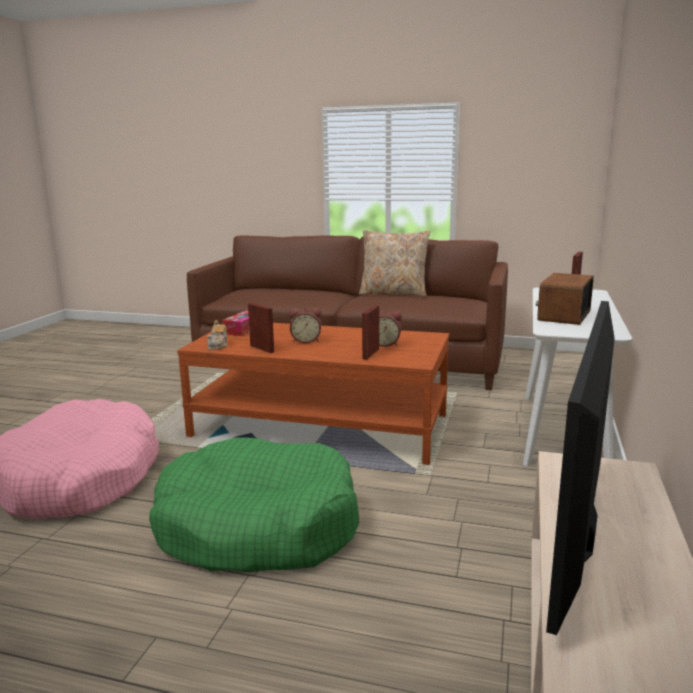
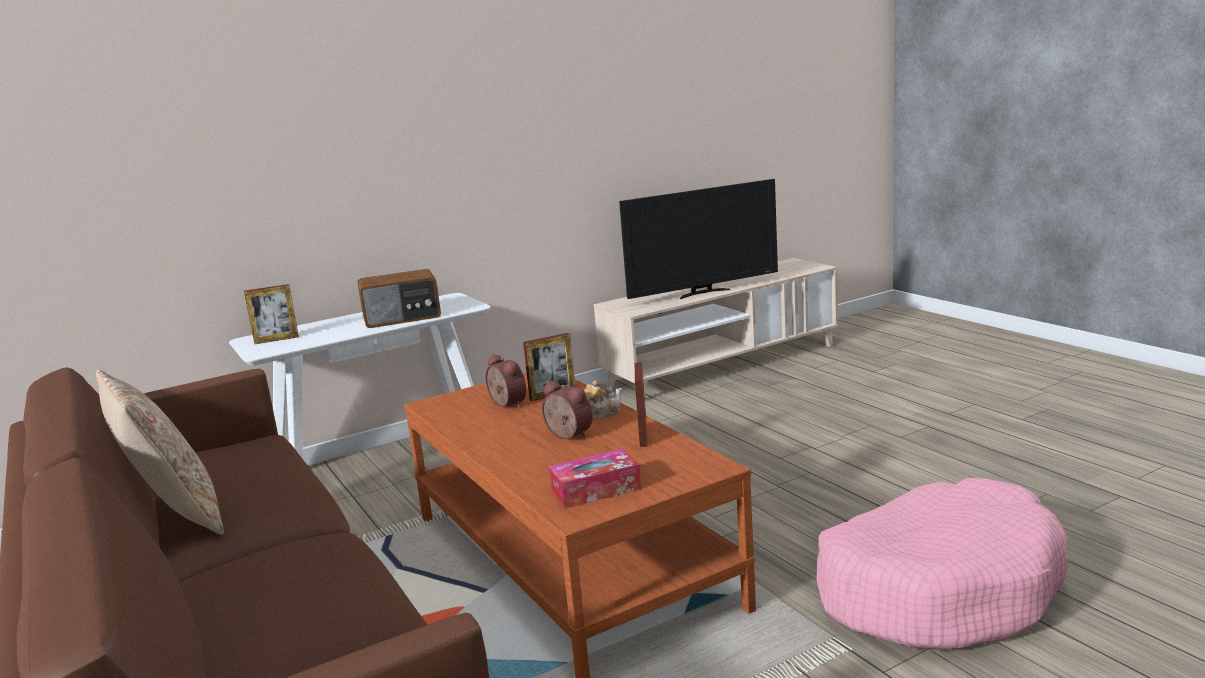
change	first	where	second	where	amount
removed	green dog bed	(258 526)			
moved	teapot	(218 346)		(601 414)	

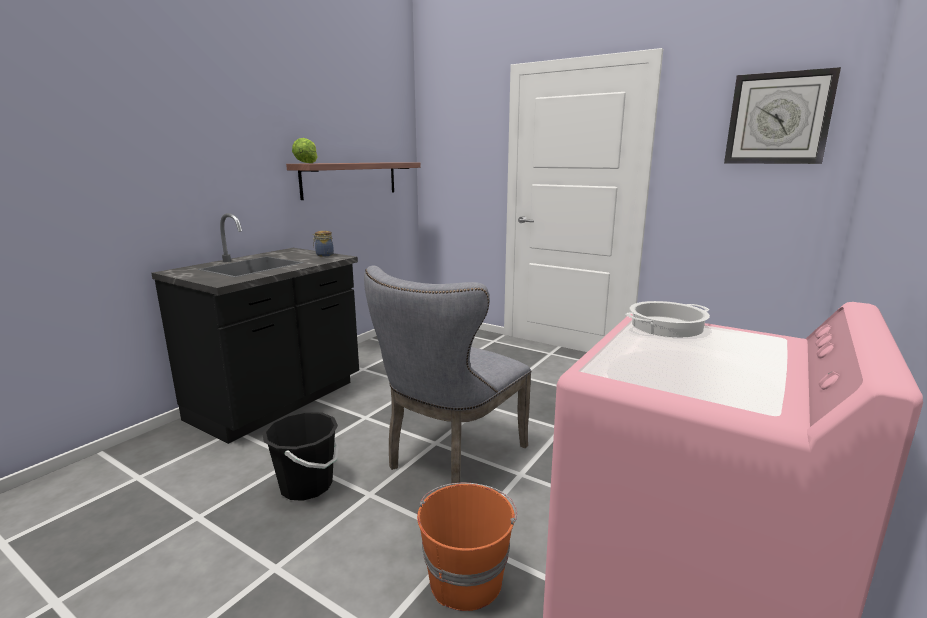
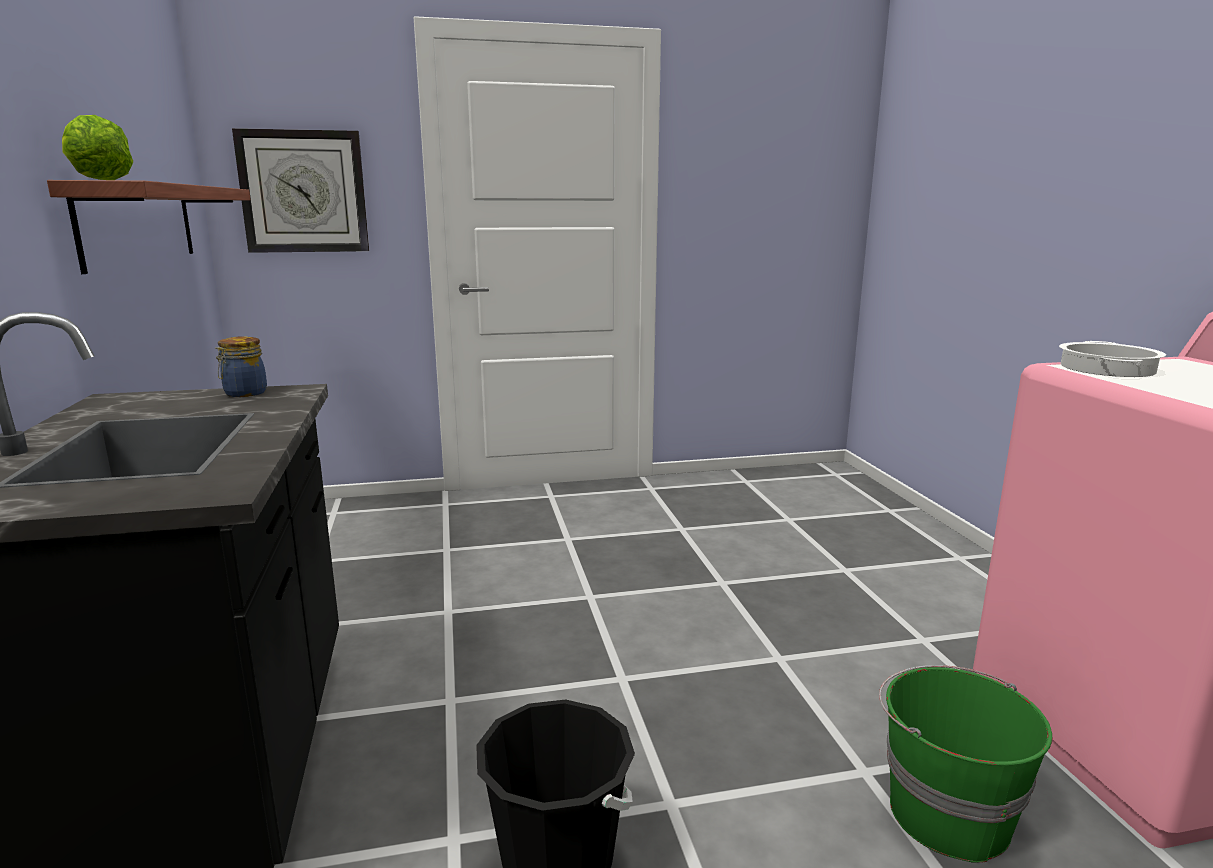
change	first	where	second	where	amount
removed	grey chair	(450 459)			
recoloured	orange bucket	(465 578)	green bucket	(946 813)	
moved	wall clock	(778 119)		(304 192)	

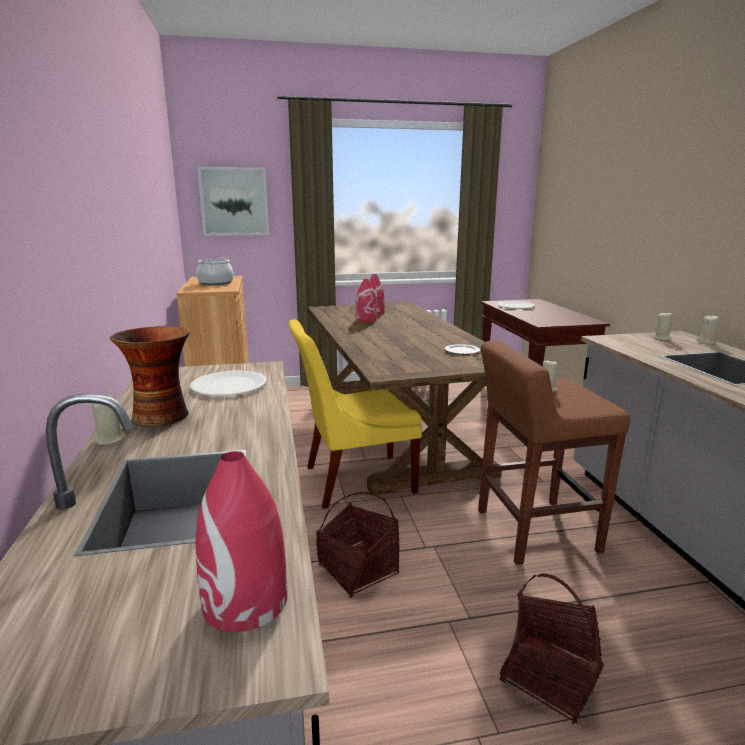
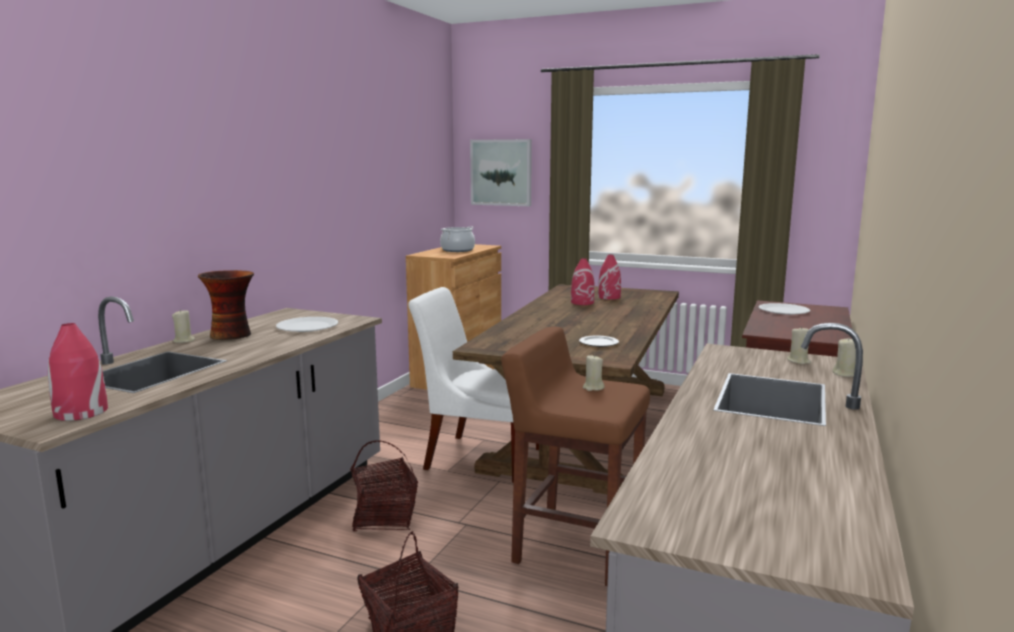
change	first	where	second	where	amount
recoloured	yellow chair	(354 480)	white chair	(479 457)	

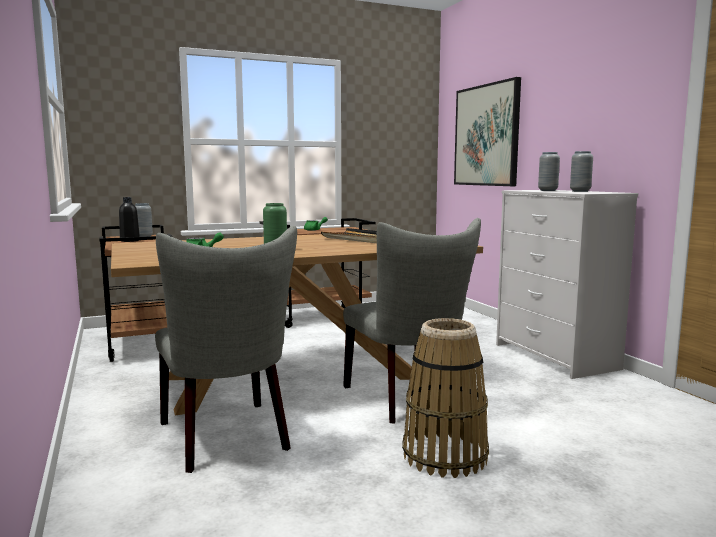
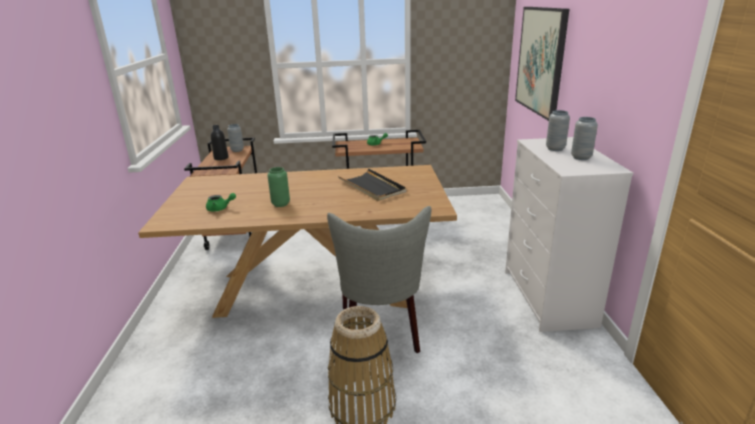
change	first	where	second	where	amount
removed	grey chair	(228 439)			

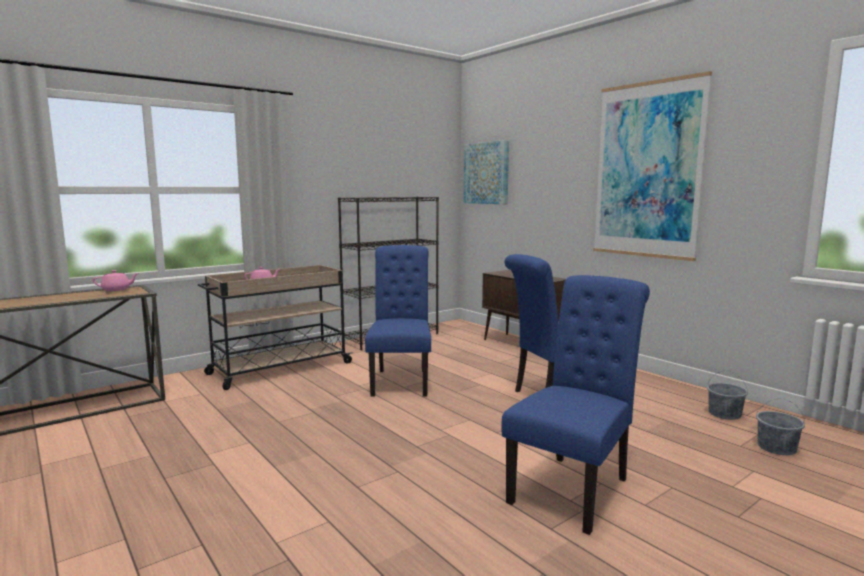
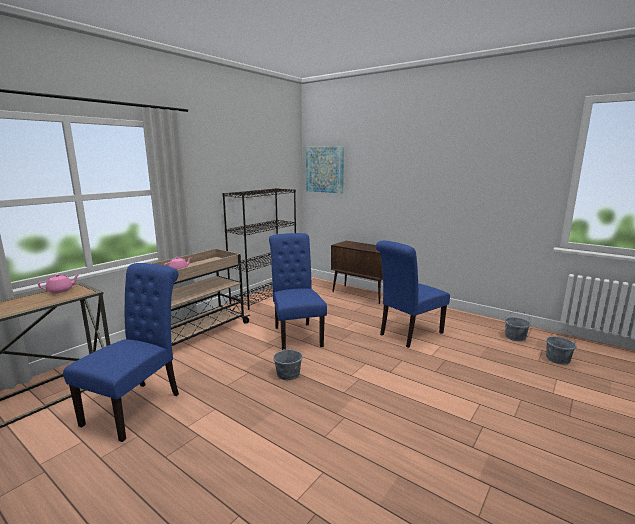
change	first	where	second	where	amount
moved	blue chair	(574 487)		(137 406)	
removed	picture	(647 170)			
added			grey bucket	(288 374)	

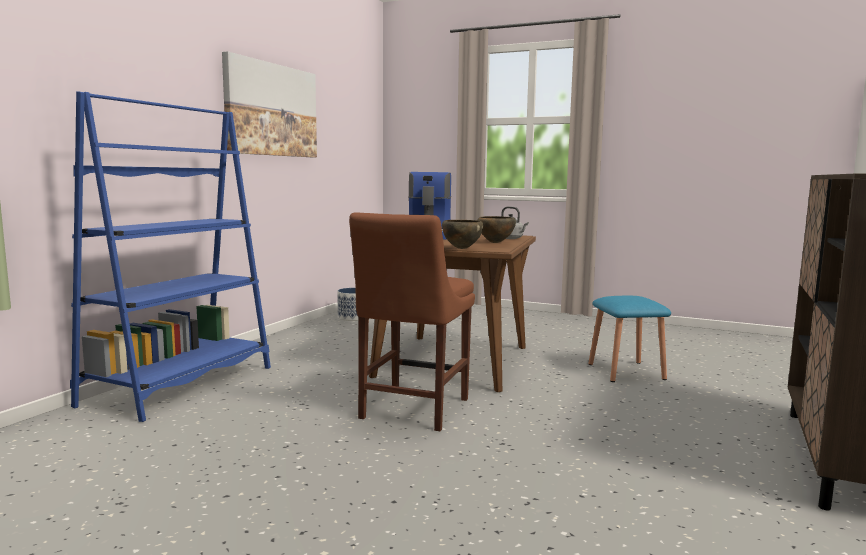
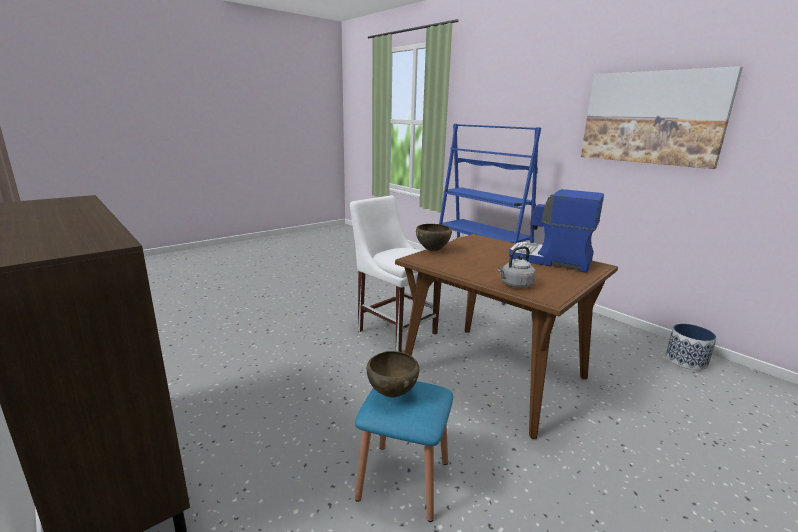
change	first	where	second	where	amount
recoloured	brown chair	(412 410)	white chair	(394 330)	
moved	brown bowl	(495 243)		(392 393)	

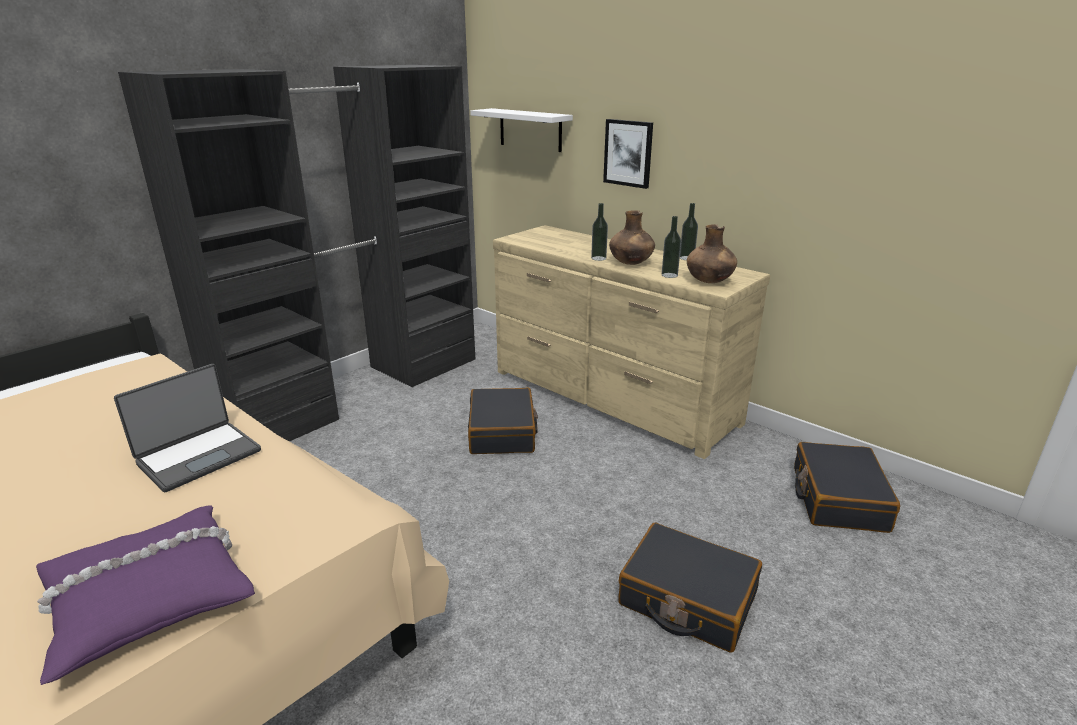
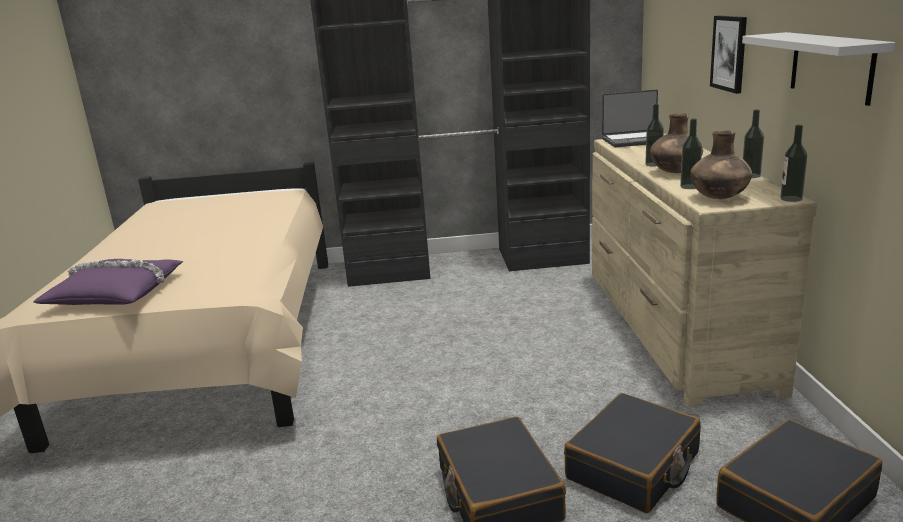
change	first	where	second	where	amount
moved	laptop	(198 456)		(635 140)	
moved	black suitcase	(502 432)		(633 466)	
moved	white shelf	(530 130)		(831 66)	
added			bottle	(791 198)	

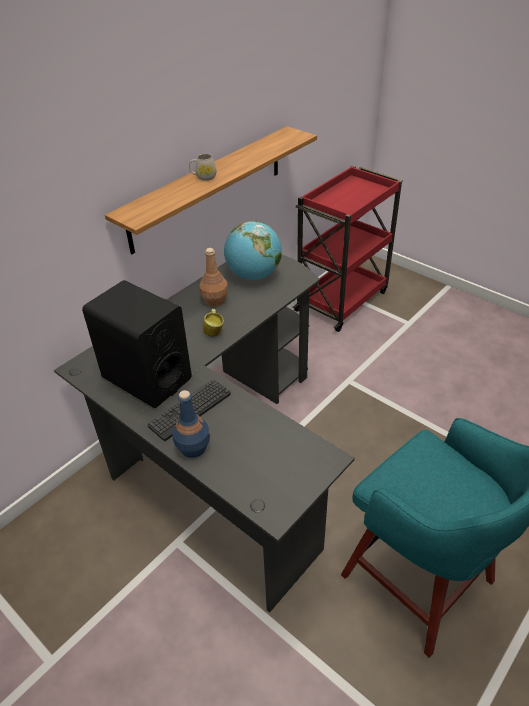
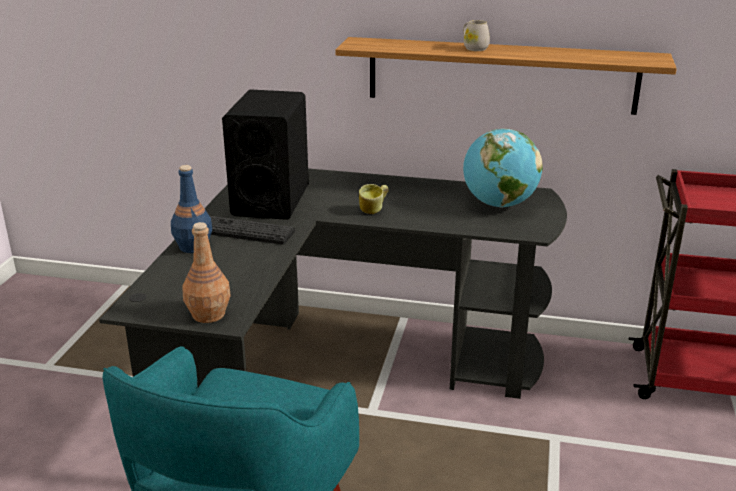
change	first	where	second	where	amount
moved	brown bottle	(214 300)		(208 314)	

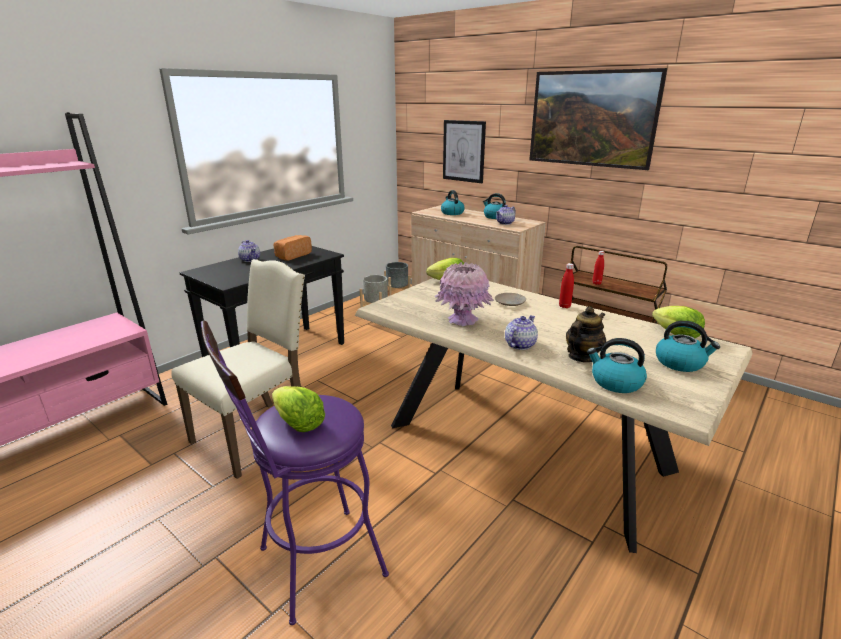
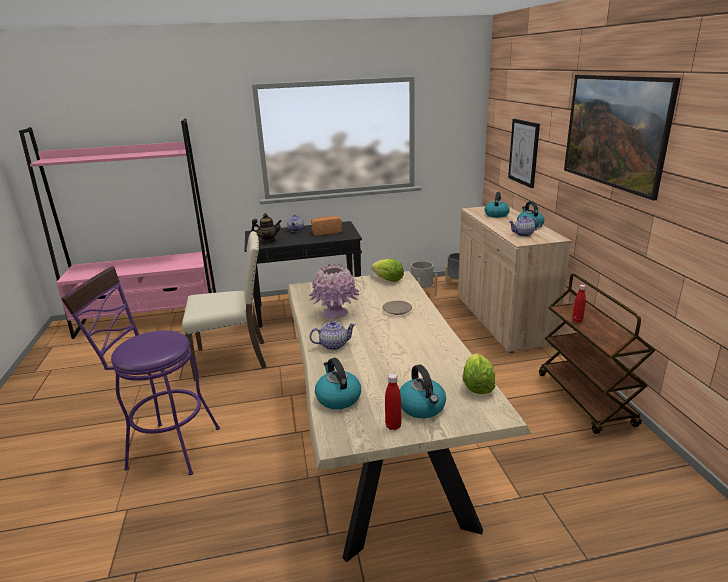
change	first	where	second	where	amount
removed	lettuce	(298 423)			
moved	red bottle	(564 306)		(393 426)	
moved	teapot	(582 357)		(268 241)	

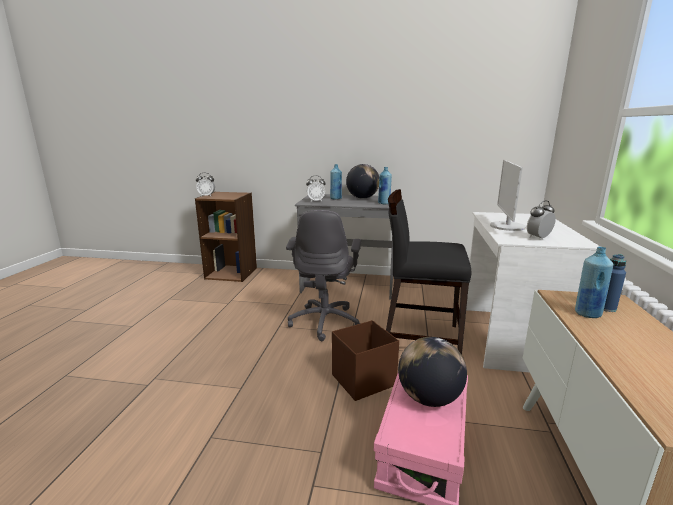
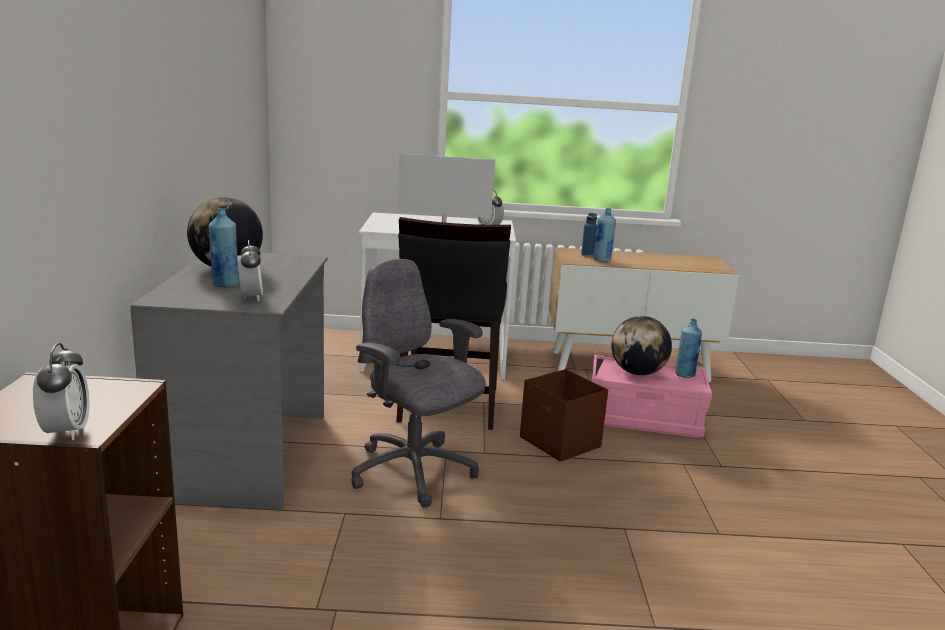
change	first	where	second	where	amount
turned	grey office chair	(325 321)		(413 473)	135 degrees counterclockwise
moved	blue bottle	(384 203)		(685 375)	

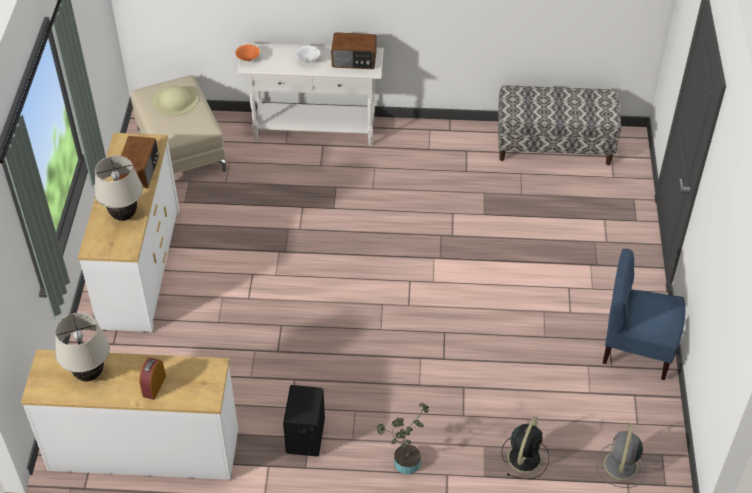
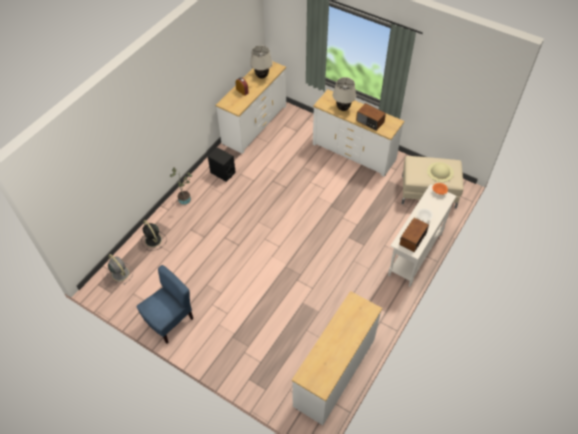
change	first	where	second	where	amount
replaced	bench	(554 146)	white dresser	(335 372)	

